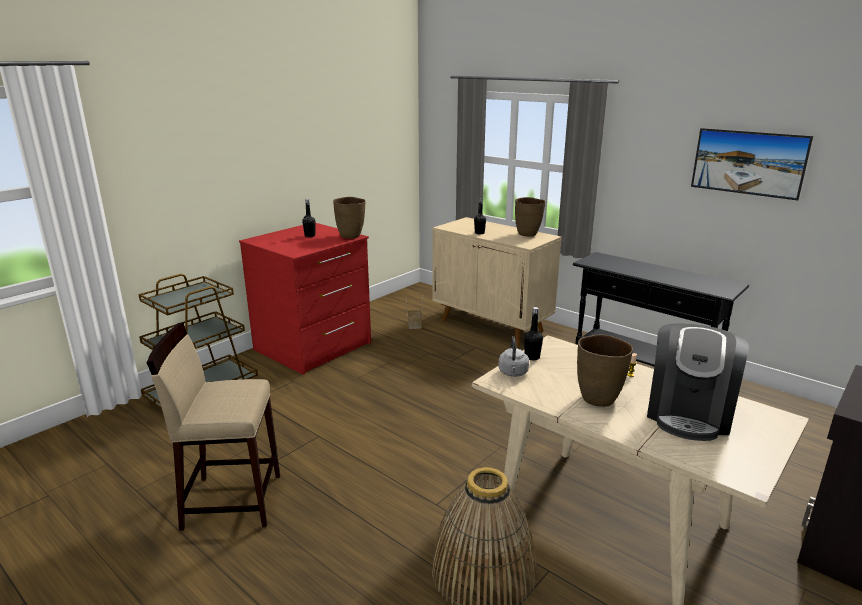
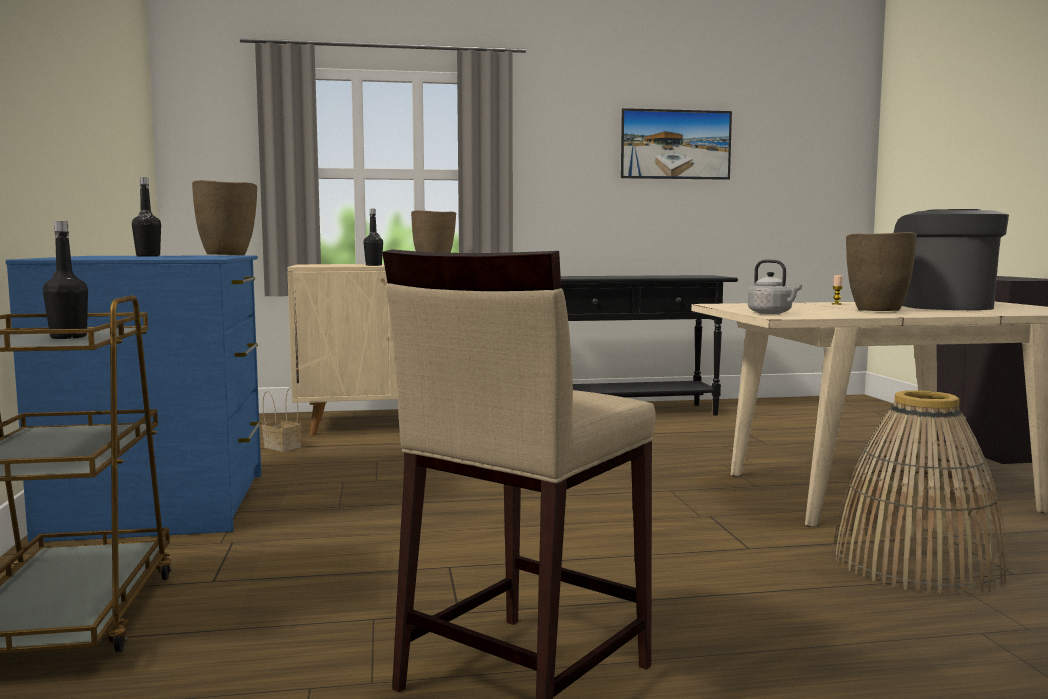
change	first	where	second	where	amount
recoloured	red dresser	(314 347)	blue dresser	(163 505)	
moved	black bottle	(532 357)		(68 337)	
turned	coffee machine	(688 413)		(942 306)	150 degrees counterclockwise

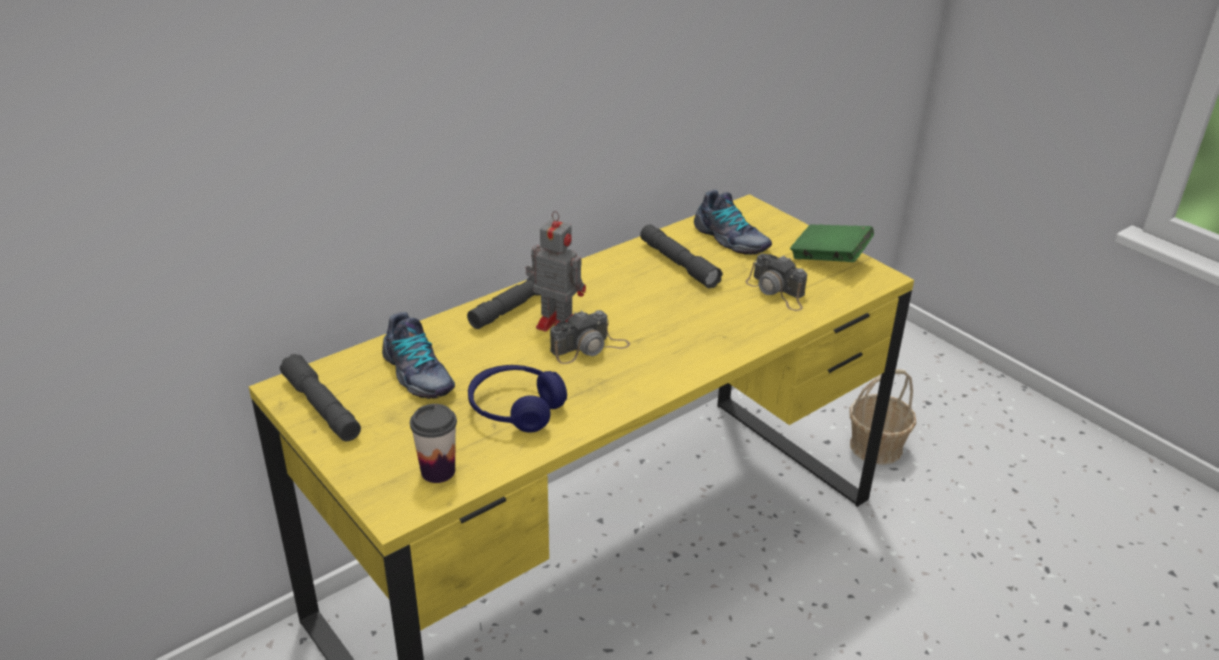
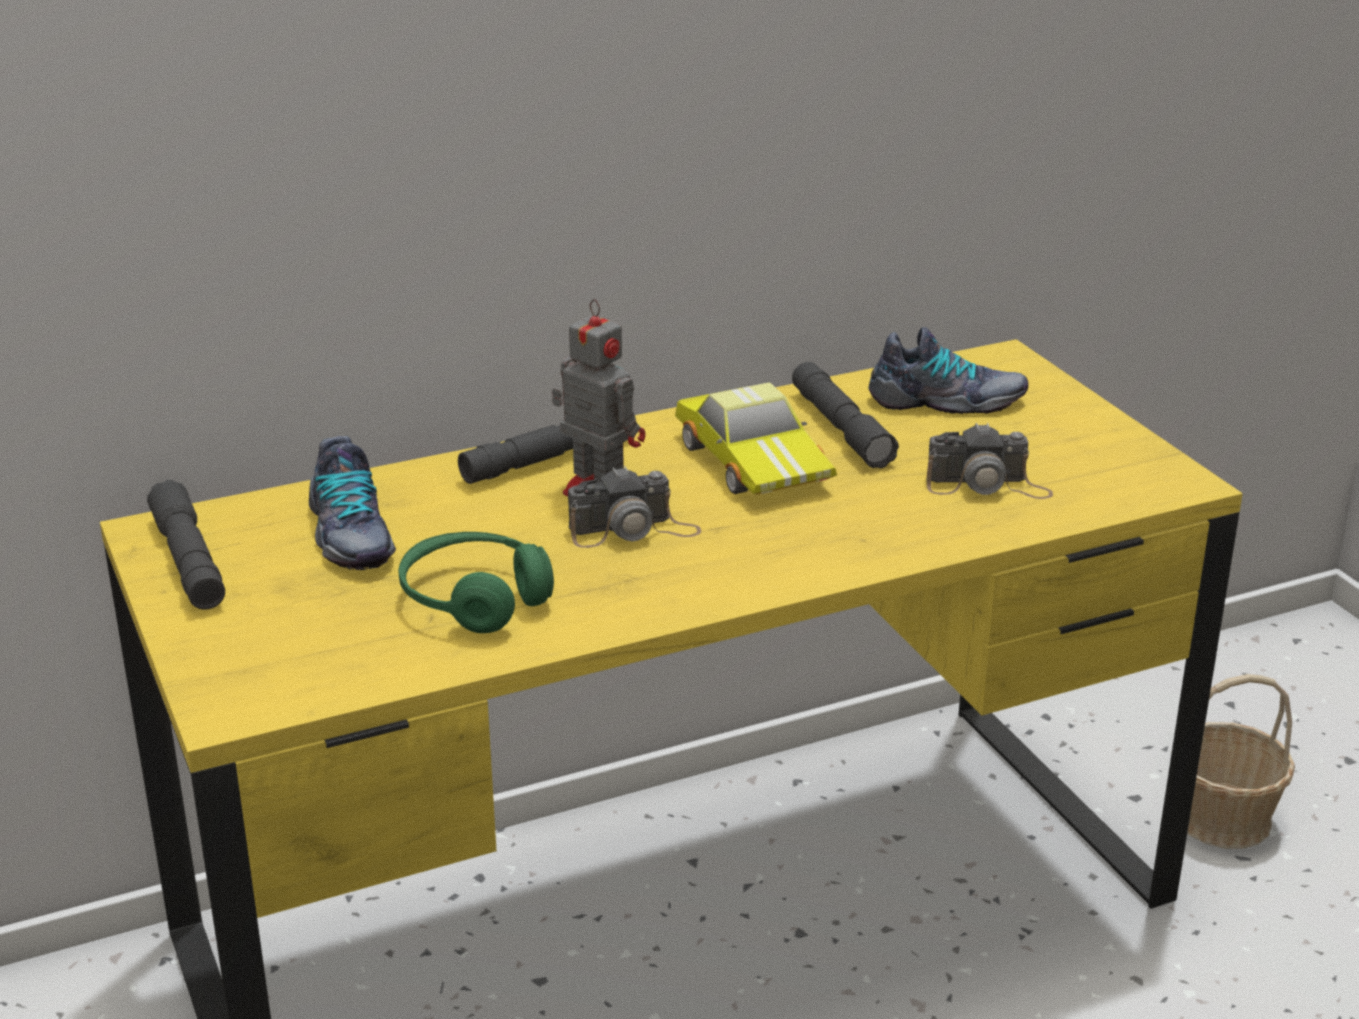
change	first	where	second	where	amount
removed	cup	(438 471)			
recoloured	blue headphones	(515 408)	green headphones	(475 599)	
turned	shoe	(730 239)		(947 402)	60 degrees counterclockwise
turned	photo camera	(777 292)		(987 485)	60 degrees counterclockwise
removed	green book	(829 259)			
added			toy car	(755 460)	

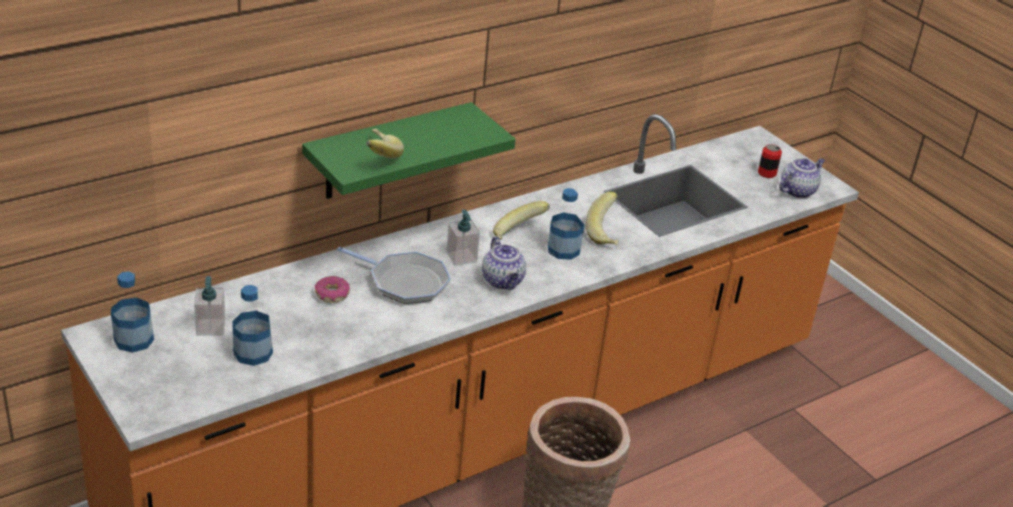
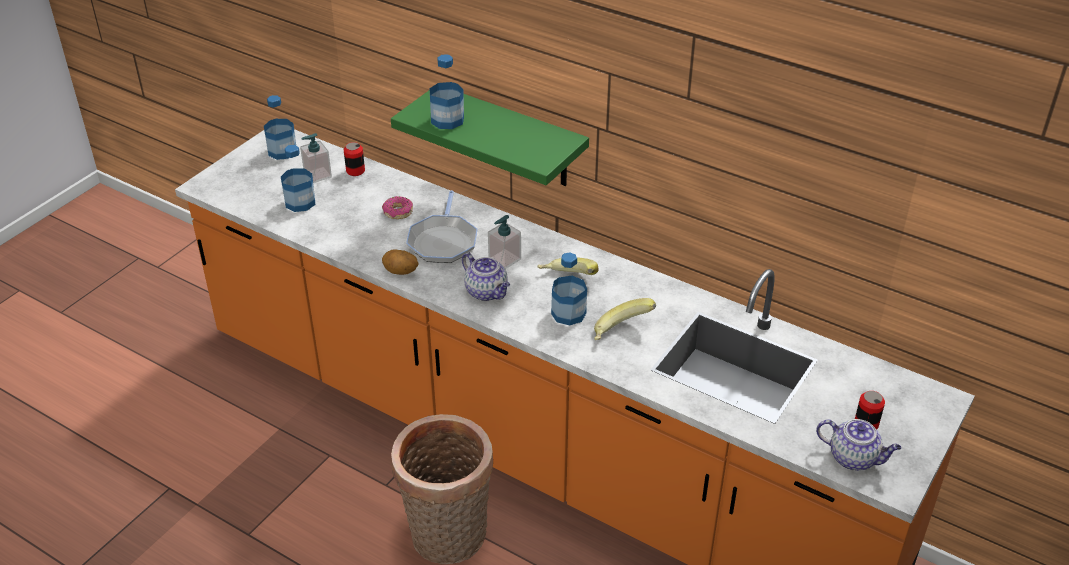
change	first	where	second	where	amount
replaced	banana	(378 156)	bottle	(447 120)	
turned	teapot	(503 281)		(487 292)	90 degrees counterclockwise
added			can	(355 171)	
added			potato	(400 272)	

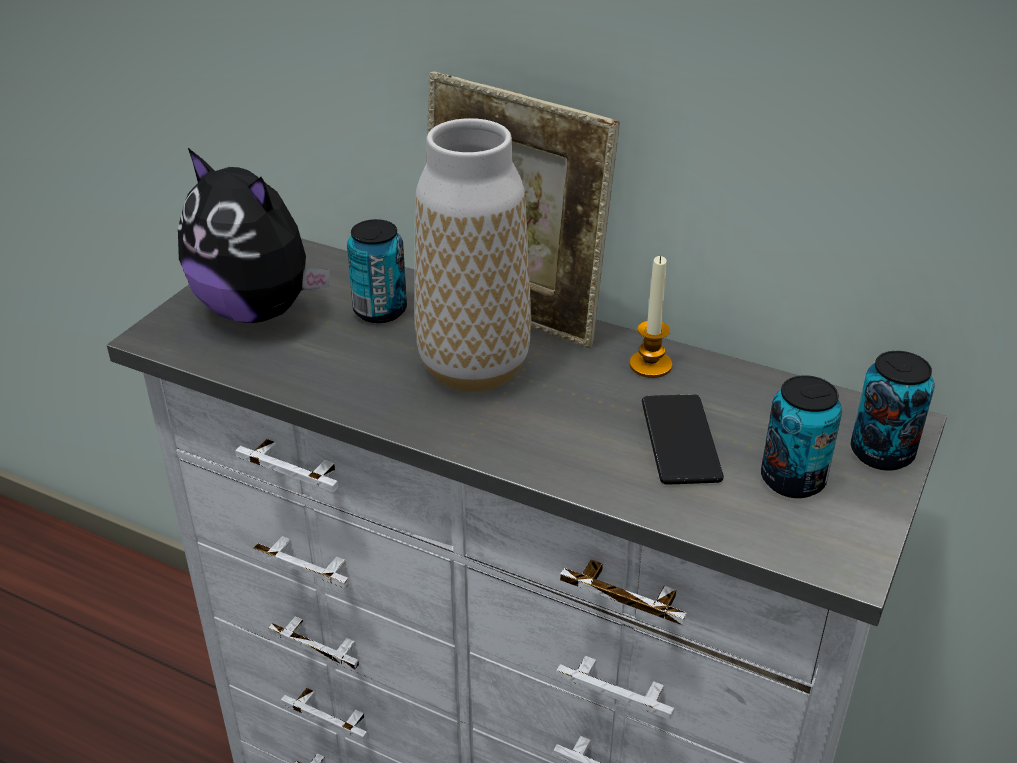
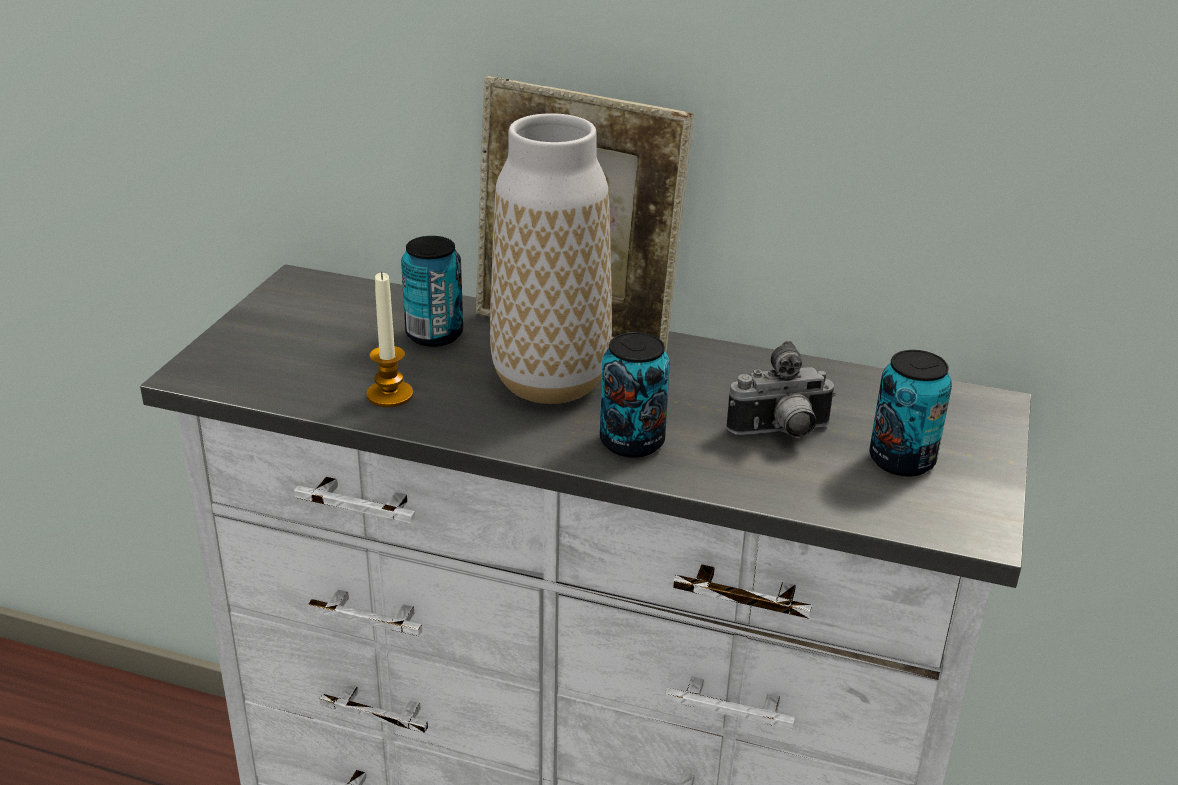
change	first	where	second	where	amount
removed	plush toy	(258 310)			
moved	candle	(650 365)		(390 395)	
replaced	phone	(680 440)	photo camera	(781 433)	
moved	can	(881 453)		(632 442)	

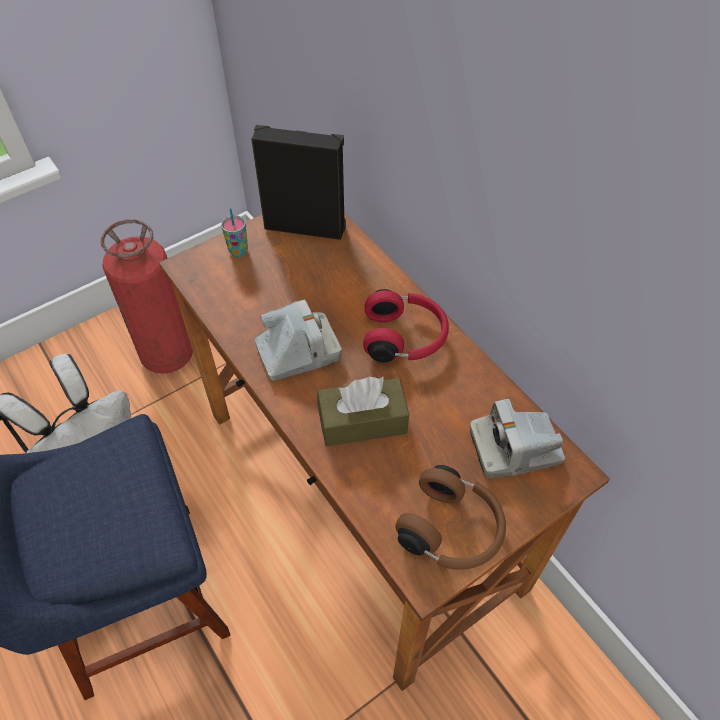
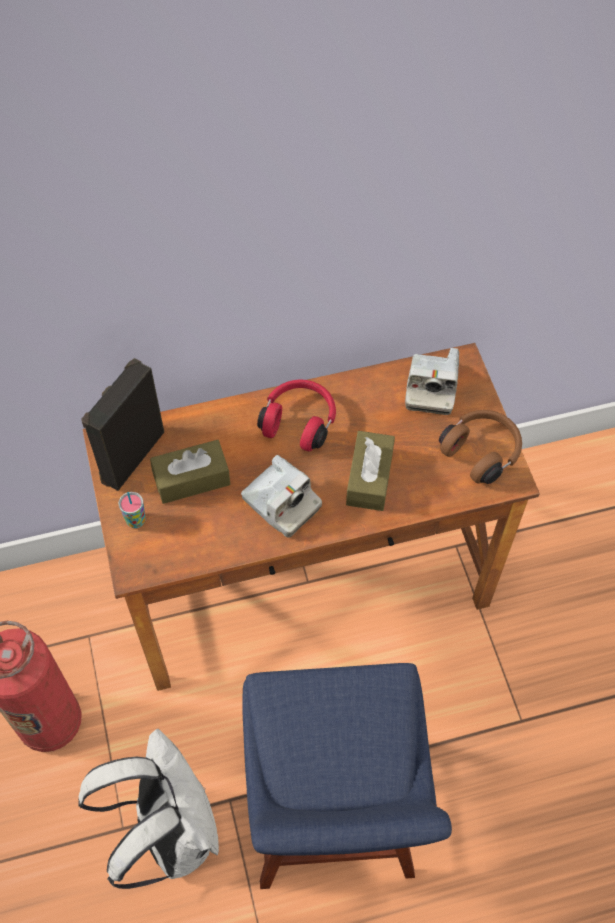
change	first	where	second	where	amount
turned	photo camera	(298 352)		(281 504)	135 degrees clockwise
added			brown tissue box	(192 479)	

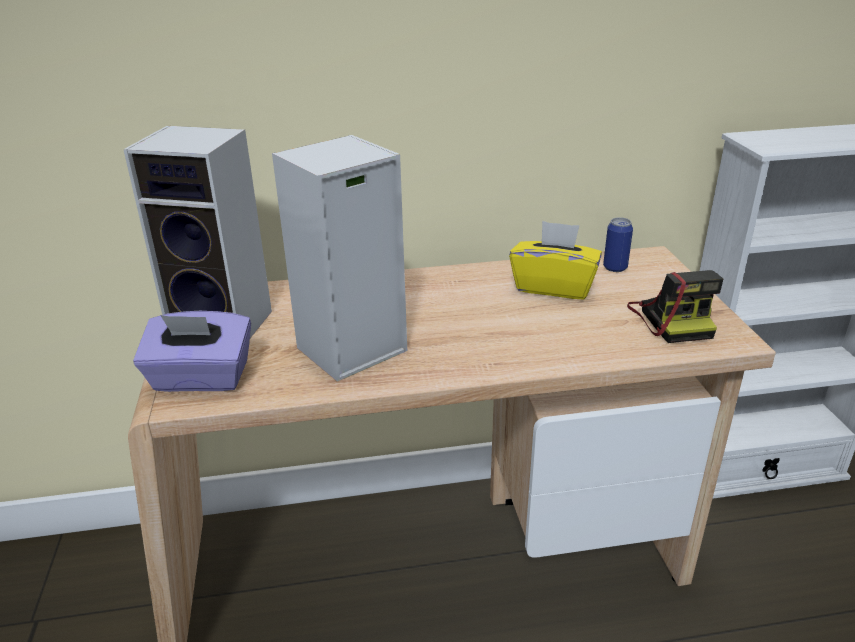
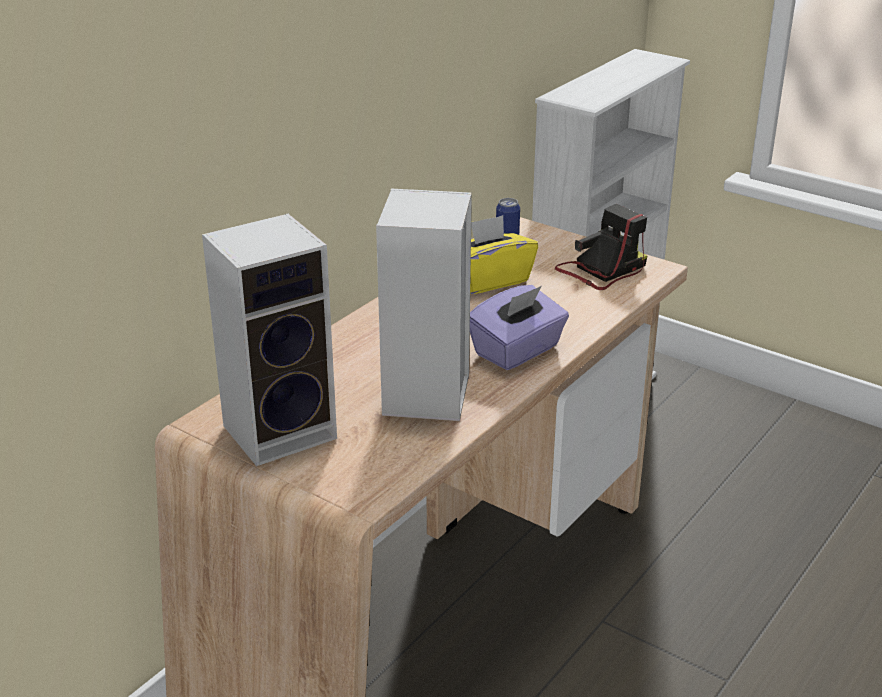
change	first	where	second	where	amount
moved	purple tissue box	(201 378)		(517 351)	
turned	photo camera	(672 319)		(601 270)	75 degrees counterclockwise

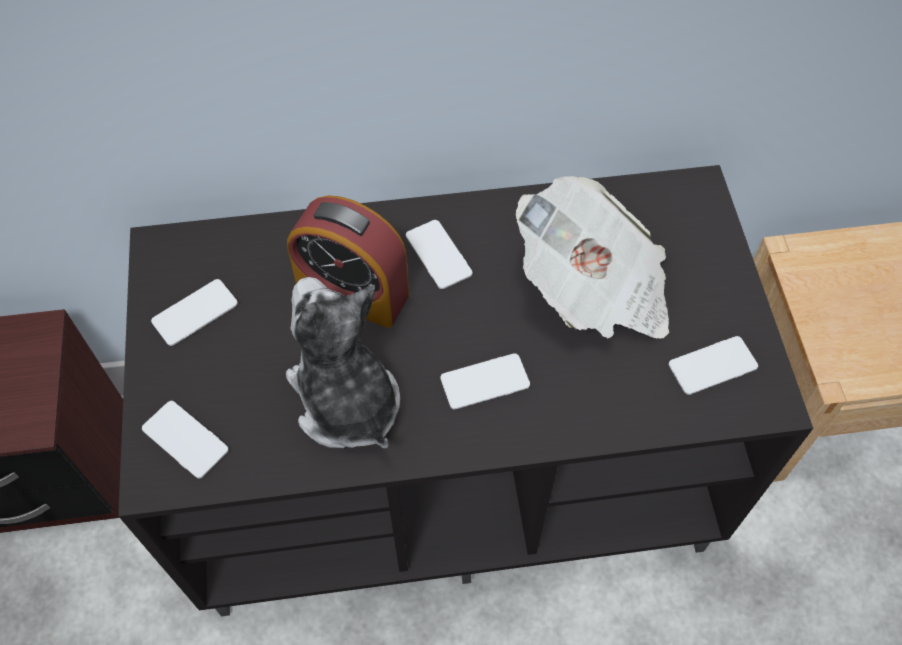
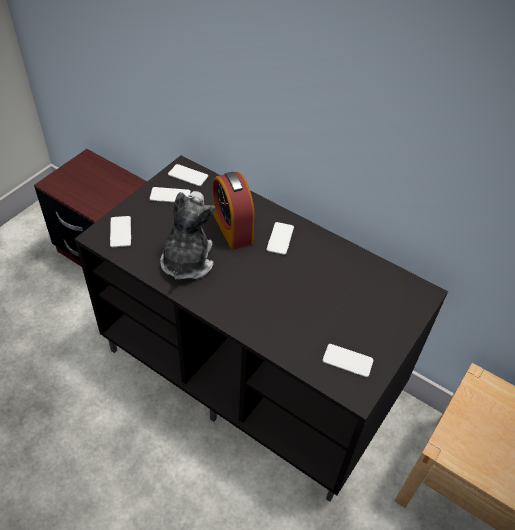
change	first	where	second	where	amount
moved	phone	(485 382)		(188 175)	
removed	newspaper	(594 288)			

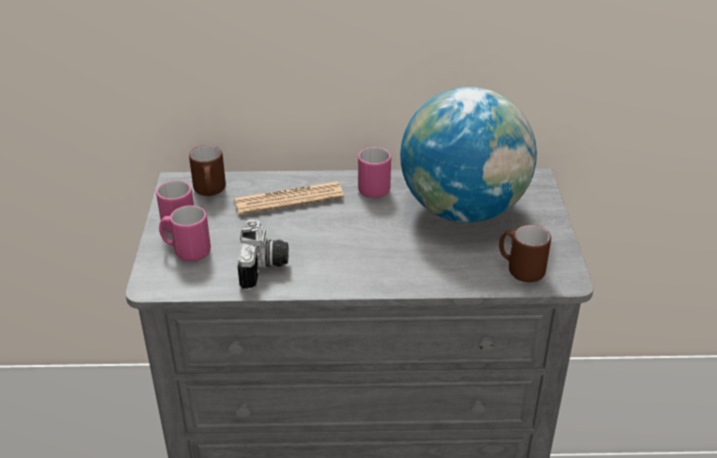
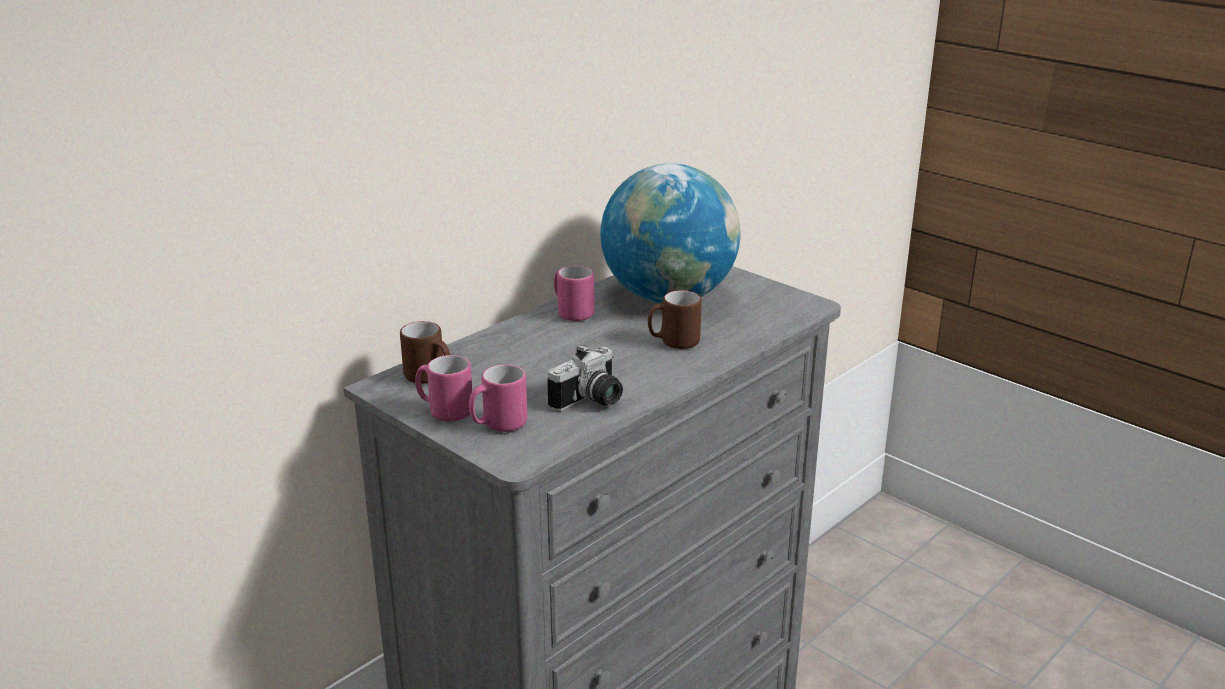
change	first	where	second	where	amount
removed	newspaper	(288 199)			
turned	photo camera	(265 268)		(591 401)	90 degrees clockwise
moved	brown mug	(520 269)		(673 342)	

